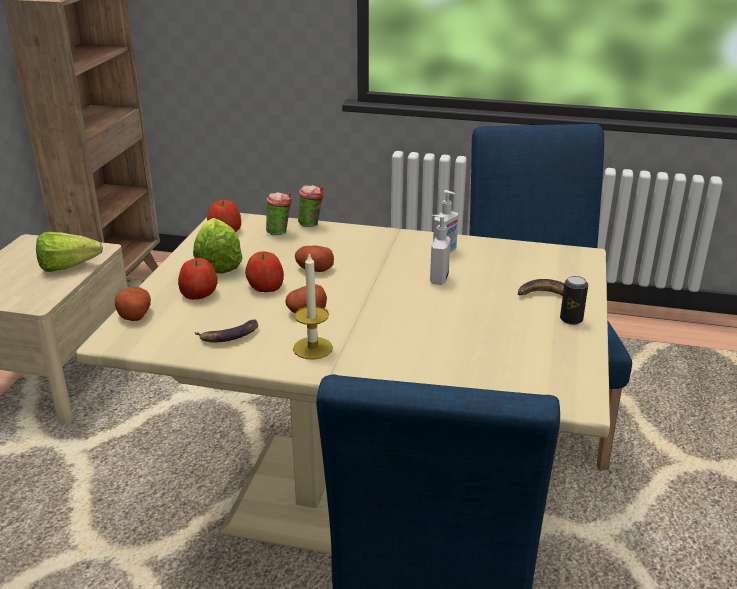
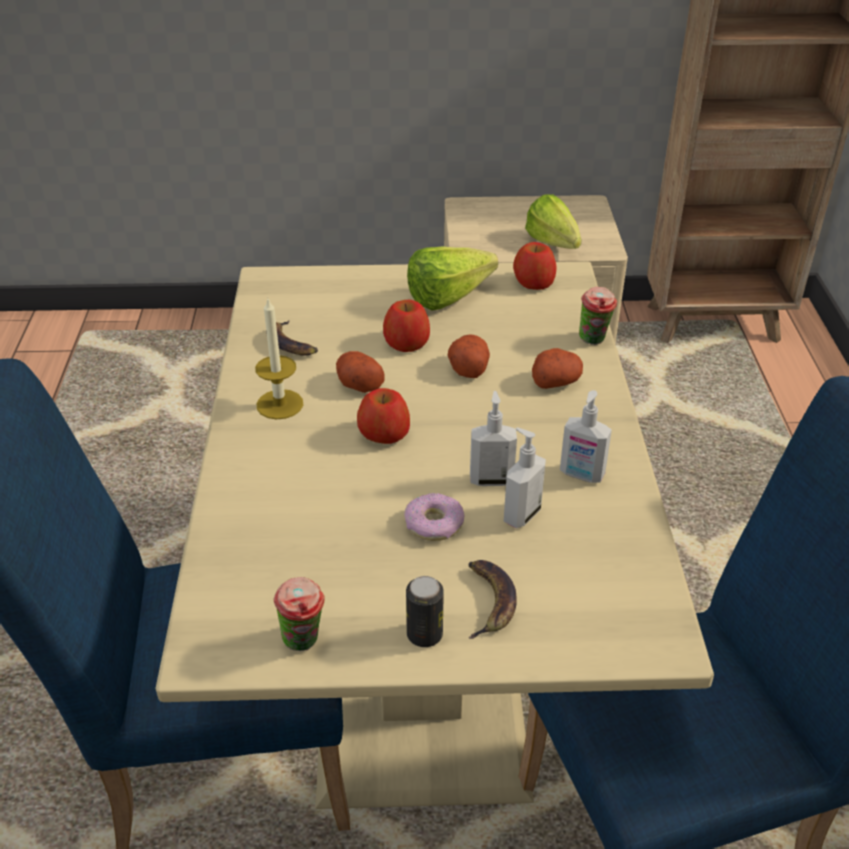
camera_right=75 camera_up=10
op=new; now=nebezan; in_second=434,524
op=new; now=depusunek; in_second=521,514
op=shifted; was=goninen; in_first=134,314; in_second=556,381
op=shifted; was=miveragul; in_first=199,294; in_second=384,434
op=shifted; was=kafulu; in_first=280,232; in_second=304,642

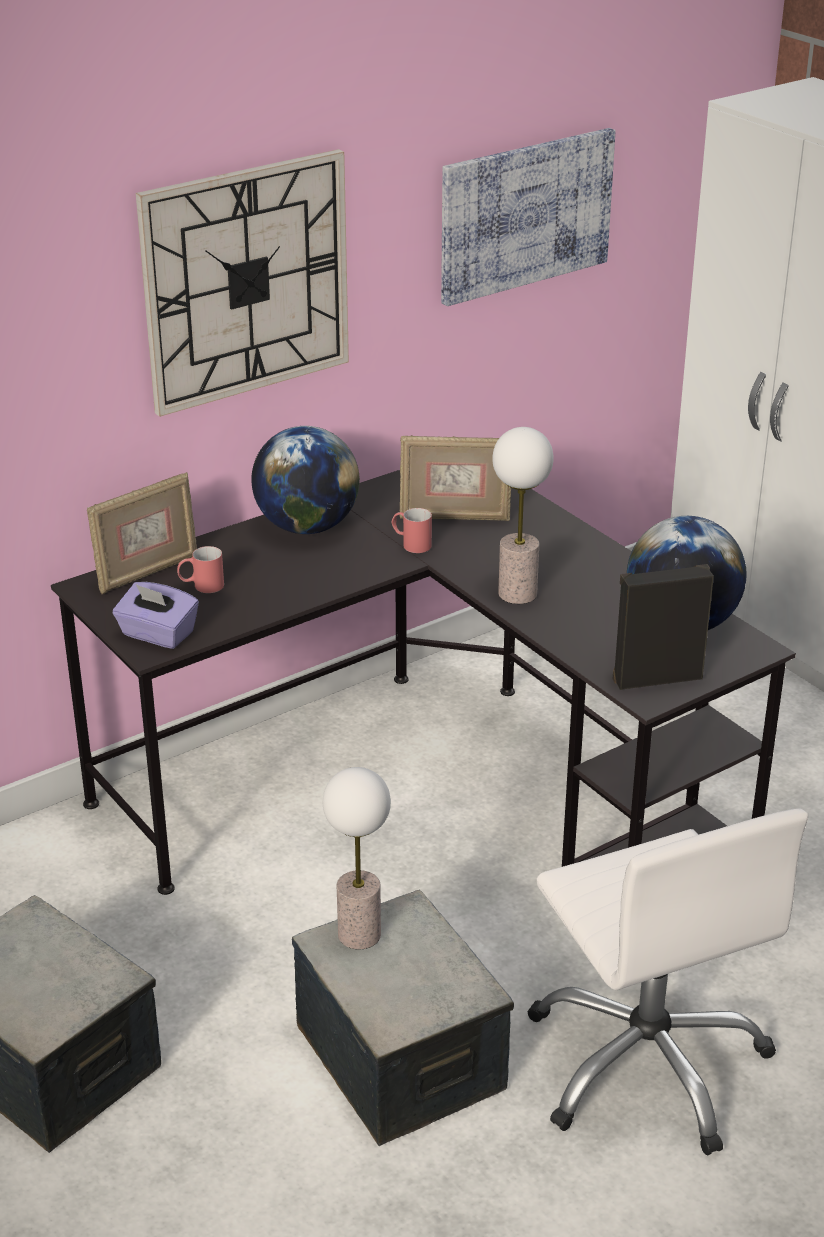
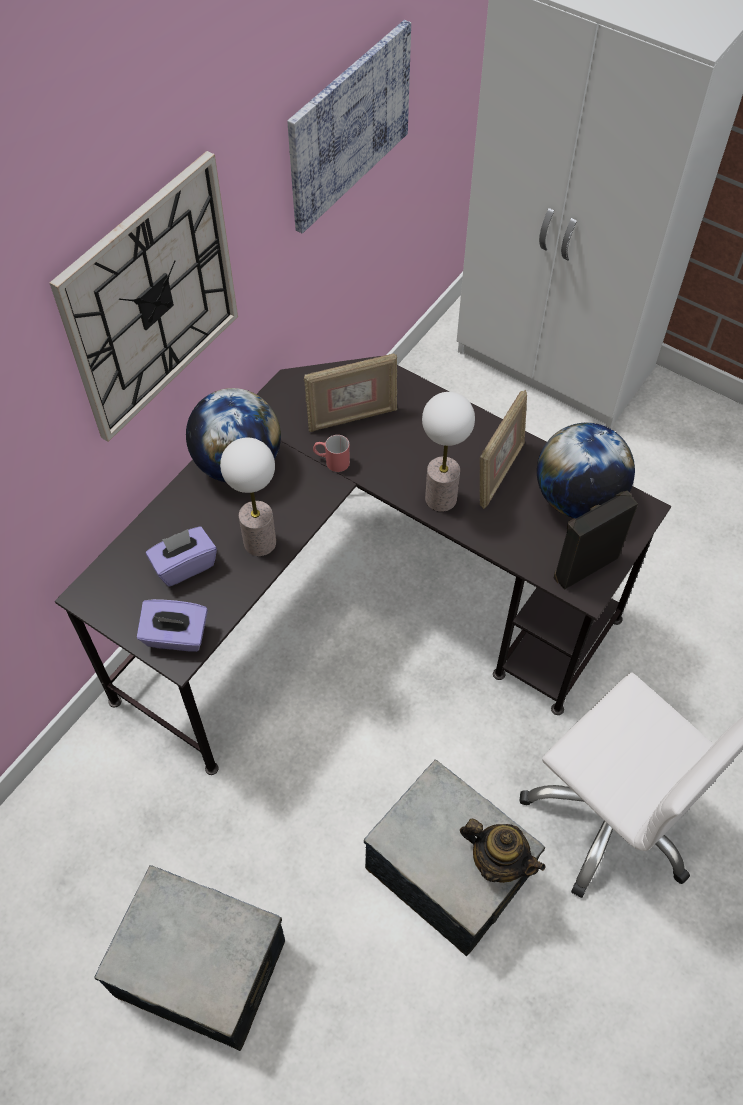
camera_right=-20 camera_up=25
op=new; now=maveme; in_second=498,861
op=shifted; was=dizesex; in_first=147,572; in_second=499,473
op=shifted; was=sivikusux; in_first=359,934; in_second=260,542
op=swapped; was=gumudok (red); now=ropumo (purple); in_first=201,586; in_second=184,565

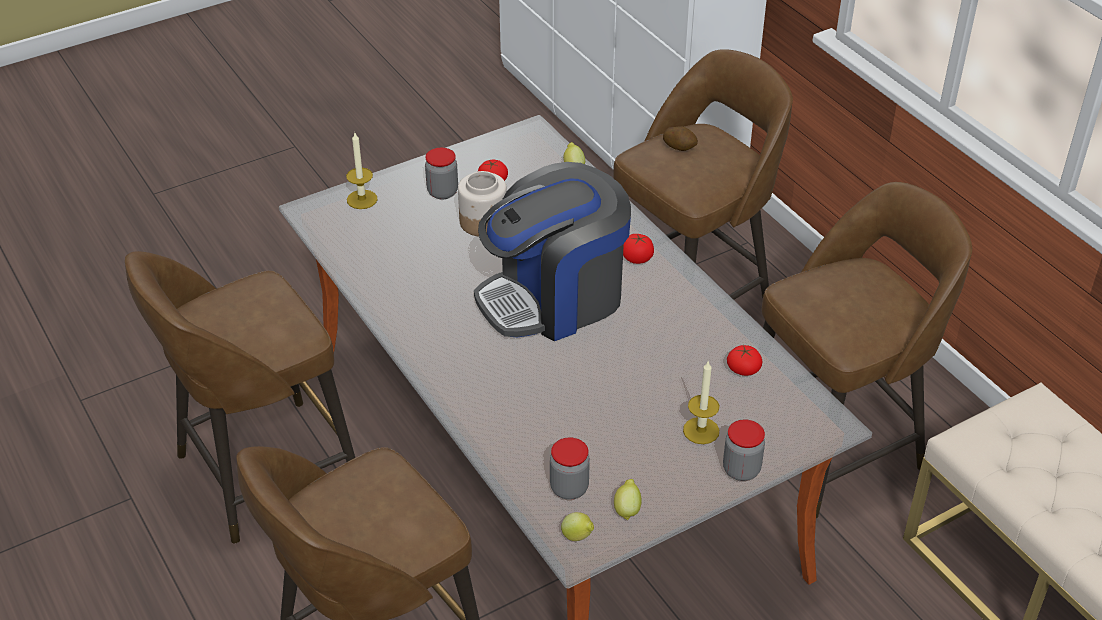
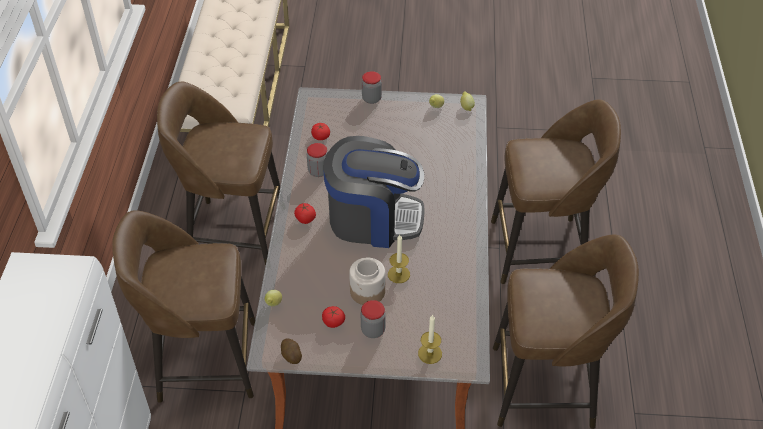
camera_right=-145 camera_up=5
op=shifted; was=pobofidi; in_first=569,488; in_second=318,171
op=shifted; was=goninen; in_first=679,146; in_second=291,355
op=shifted; was=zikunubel; in_first=701,430; in_second=398,274

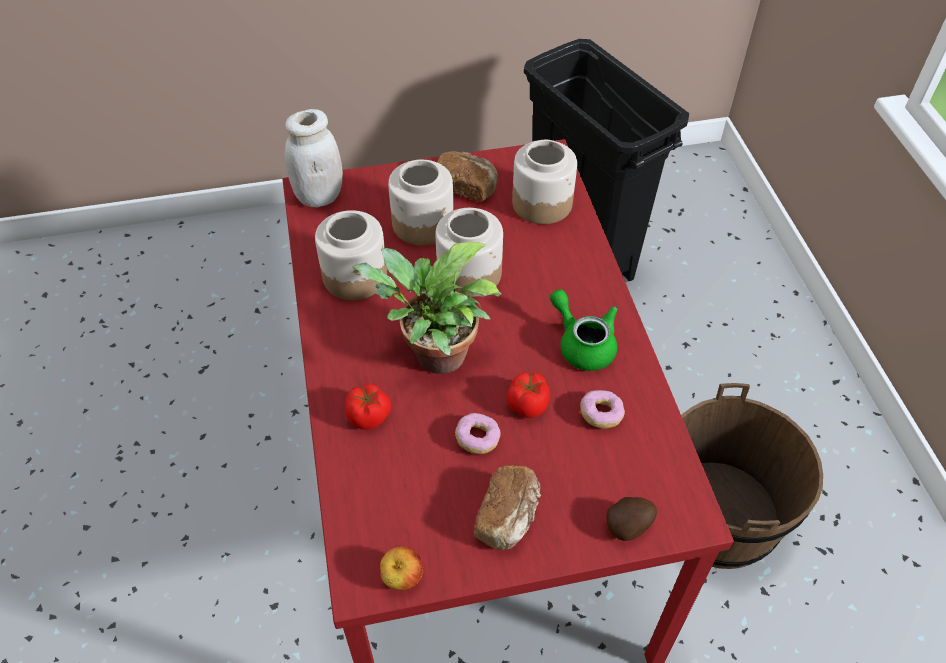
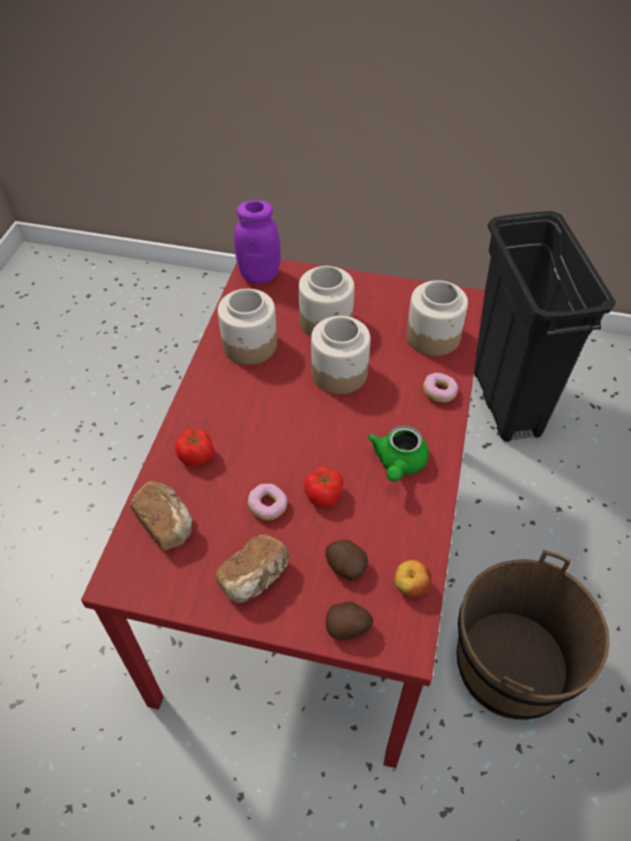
camera_right=25 camera_up=0
op=gone; was=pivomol; in_first=434,357
op=new; now=goninen; in_second=345,566
op=shifted; was=miveragul; in_first=402,578; in_second=410,587
op=shifted; was=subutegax; in_first=466,187; in_second=166,523
op=shifted; was=nebezan; in_first=601,414; in_second=439,393
op=repainted; was=pobofidi (white); now=pobofidi (purple); in_first=319,196; in_second=259,275
op=rotated; was=maveme (green); in_first=582,344; in_second=398,463; clockwise=-150

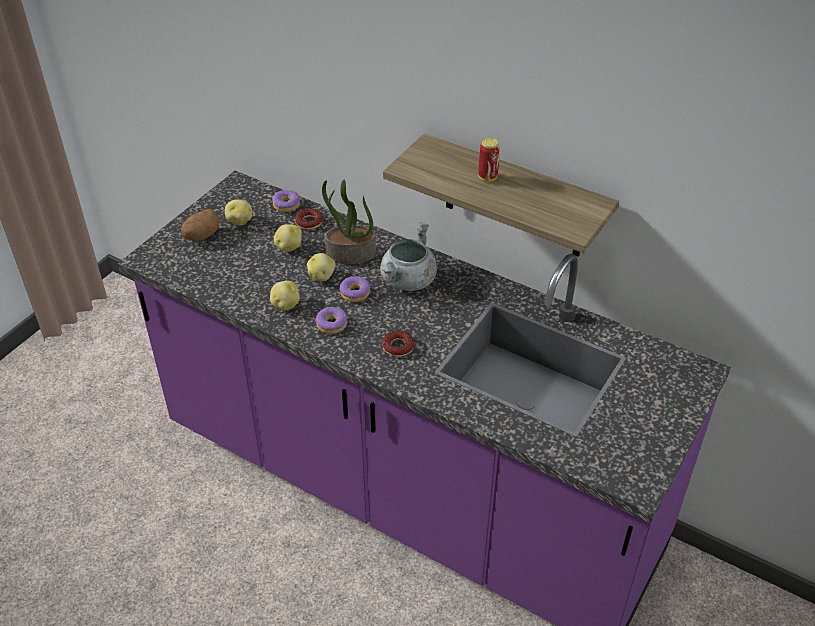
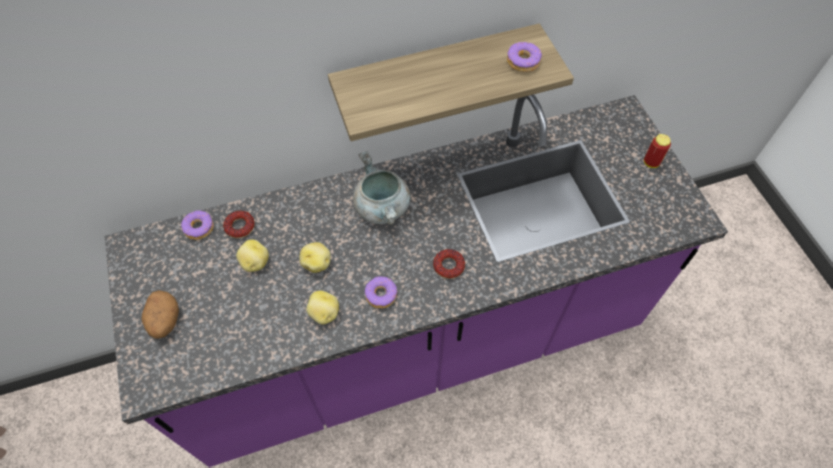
camera_right=-50 camera_up=15
op=gone; was=goninen; in_first=239,221
op=gone; was=pivomol; in_first=350,254
op=shifted; was=nebezan; in_first=355,293; in_second=523,61
op=shifted; was=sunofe; in_first=487,177; in_second=651,162

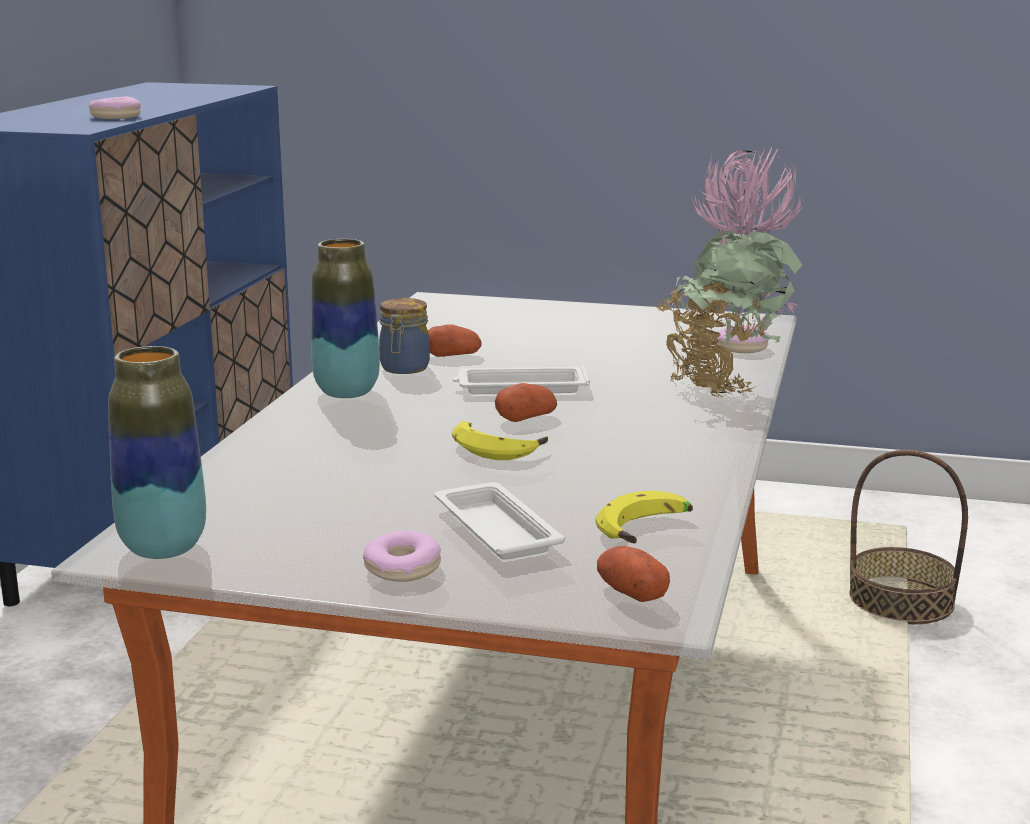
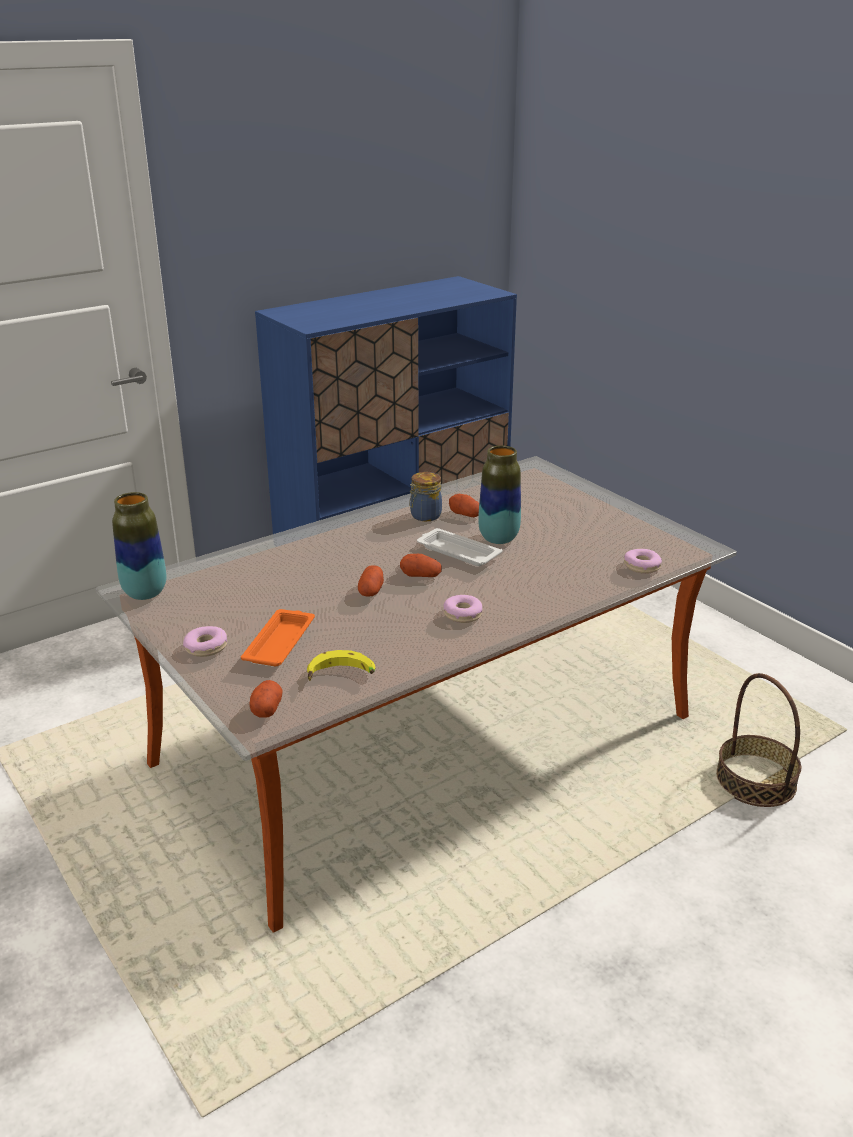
camera_right=40 camera_up=10
op=gone; was=pivomol; in_first=724,385
op=shifted; was=nebezan; in_first=115,117; in_second=462,614
op=shifted; was=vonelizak; in_first=347,392; in_second=498,538
op=swapped; was=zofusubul; now=goninen; in_first=498,448; in_second=371,591
op=repainted; was=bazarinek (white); now=bazarinek (orange); in_first=495,529; in_second=280,642

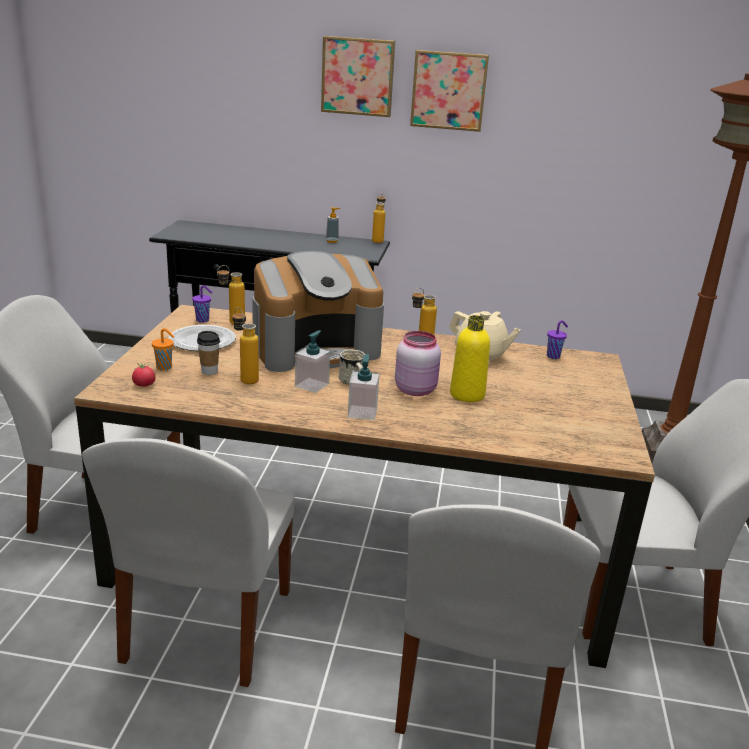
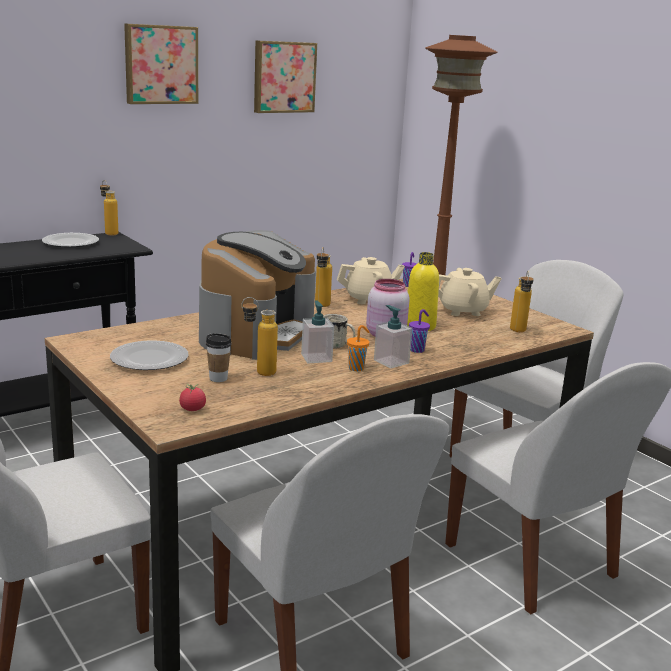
camera_right=-45 camera_up=-5
op=new; now=maveme (beige); in_second=463,311
op=shifted; was=kafulu (orange); in_first=165,368; in_second=357,368
op=shifted; was=kafulu (purple); in_first=203,320; in_second=417,350
op=shifted; was=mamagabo; in_first=231,324; in_second=518,332
op=shifted; was=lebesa; in_first=358,76; in_second=283,77
op=swapped; was=depusunek; now=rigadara; in_first=332,241; in_second=70,243

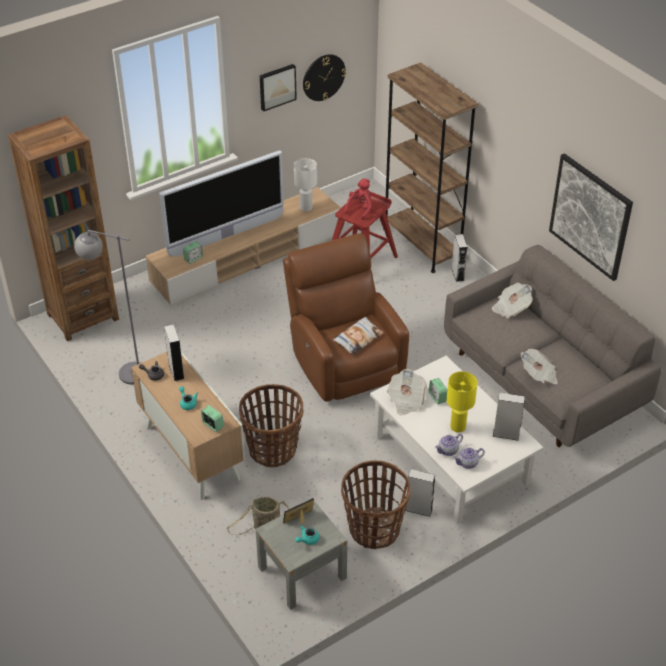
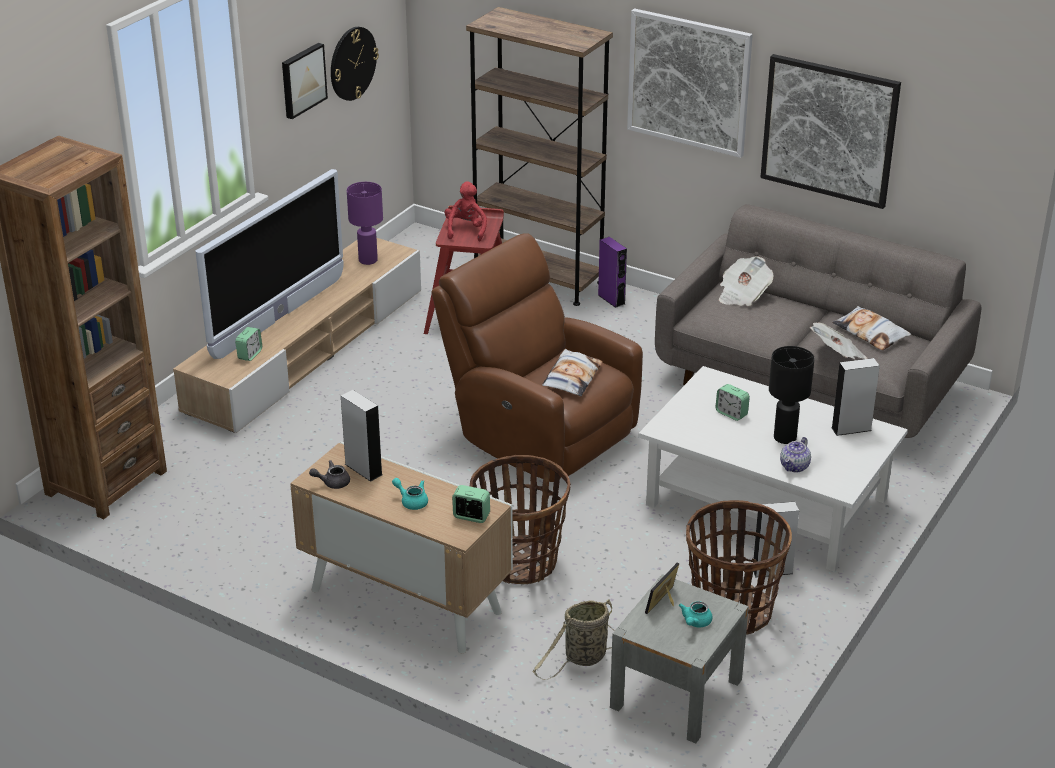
camera_right=-25 camera_up=-10
op=gone; was=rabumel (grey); in_first=123,371
op=gone; was=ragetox; in_first=406,400
op=gone; was=maveme; in_first=468,463
op=new; now=lebesa; in_second=689,82
op=new; now=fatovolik; in_second=871,333
op=repainted; was=sivikusux (white); now=sivikusux (purple); in_first=305,208; in_second=367,260
op=repainted; was=sivikusux (yellow); now=sivikusux (black); in_first=457,427; in_second=784,437
op=repainted; was=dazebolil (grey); now=dazebolil (purple); in_first=457,274; in_second=611,299

